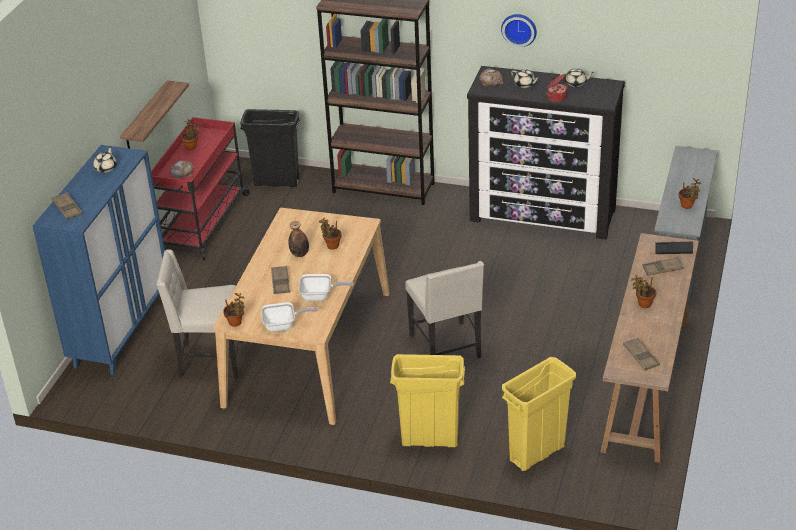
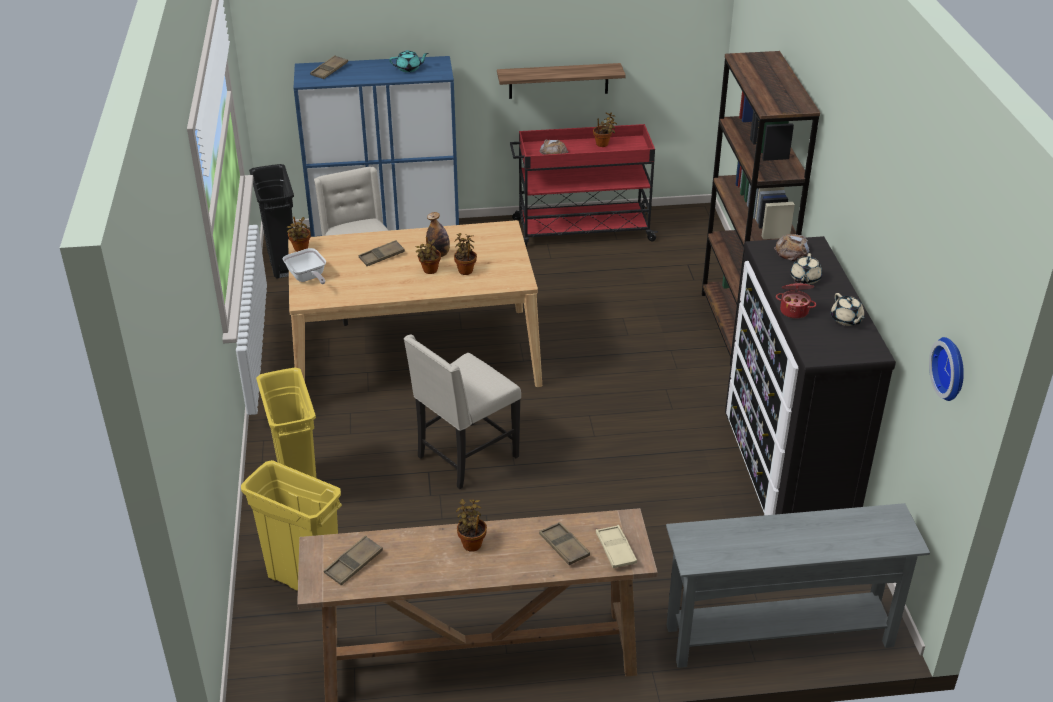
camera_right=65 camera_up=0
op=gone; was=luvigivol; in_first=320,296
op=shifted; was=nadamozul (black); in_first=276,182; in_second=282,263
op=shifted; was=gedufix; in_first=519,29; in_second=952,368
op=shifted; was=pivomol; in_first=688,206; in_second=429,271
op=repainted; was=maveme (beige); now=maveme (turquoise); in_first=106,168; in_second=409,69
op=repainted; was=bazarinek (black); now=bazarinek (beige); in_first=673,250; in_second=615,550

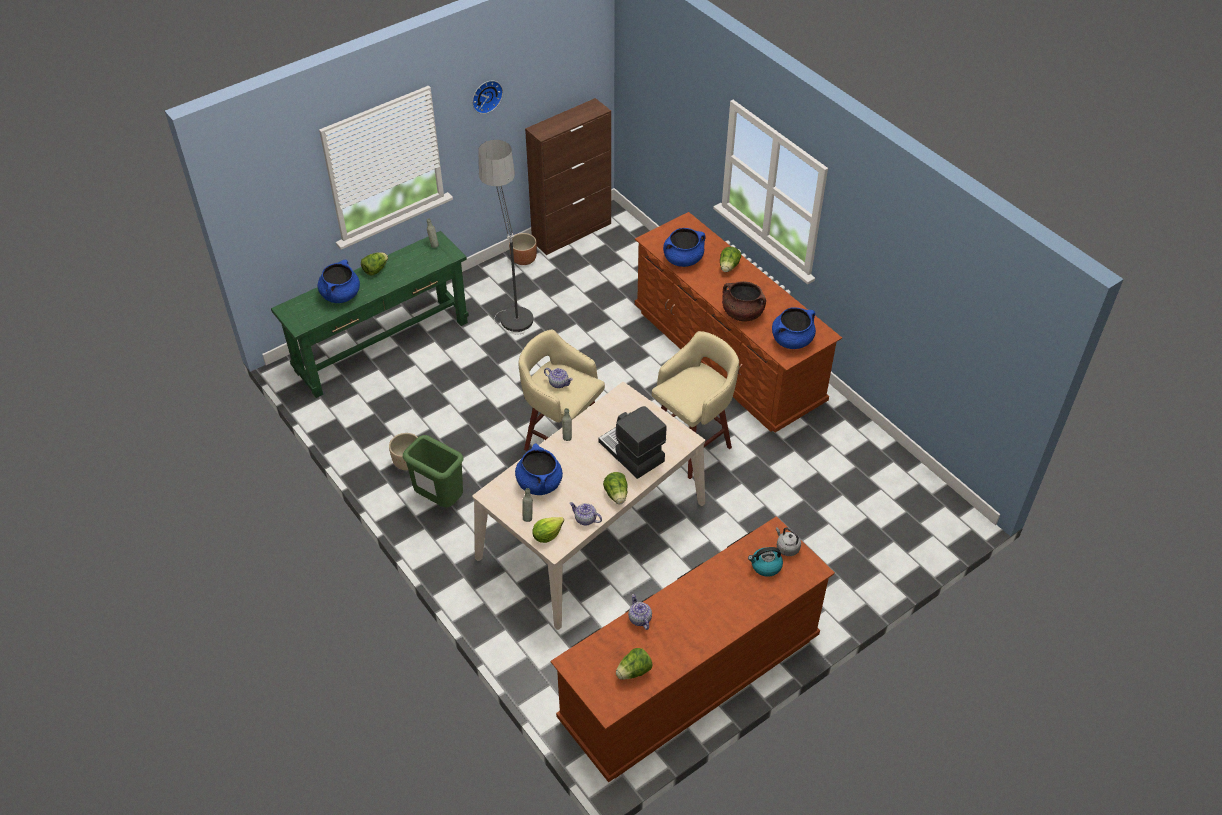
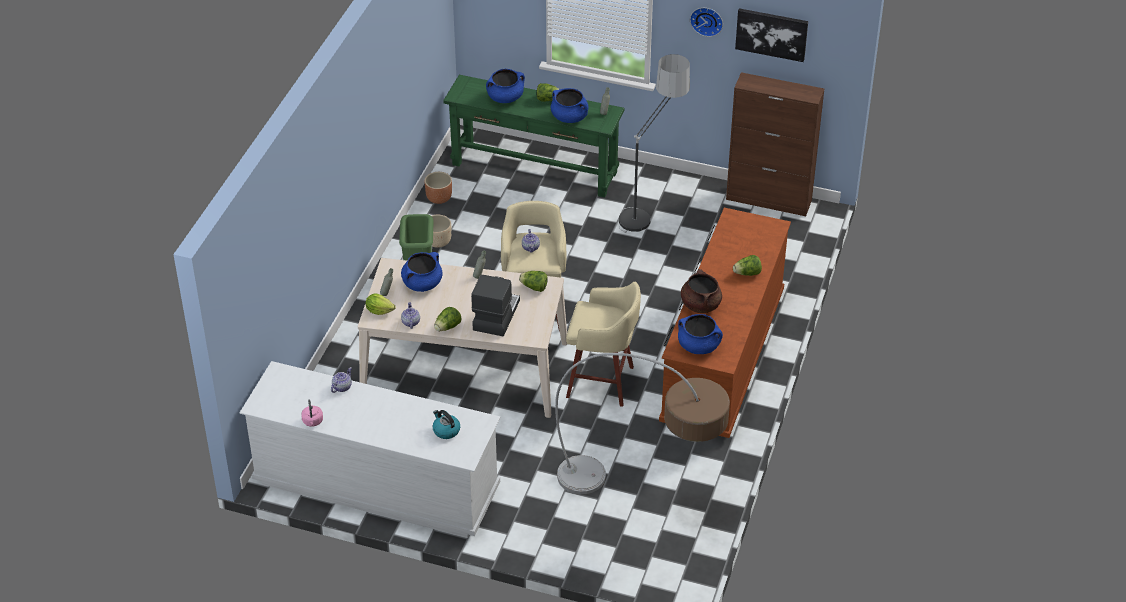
camera_right=55 camera_up=-5
op=gone; was=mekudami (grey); in_first=786,547
op=new; now=mekudami (pink); in_second=312,422
op=new; now=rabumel; in_second=645,494
op=new; now=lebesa; in_second=771,34
op=shifted; was=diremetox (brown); in_first=524,259; in_second=439,198
op=shifted; was=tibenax; in_first=634,671; in_second=534,287
op=shifted; was=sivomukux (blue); in_first=683,259; in_second=569,117
op=repainted; was=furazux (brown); now=furazux (white); in_first=690,679; in_second=377,485

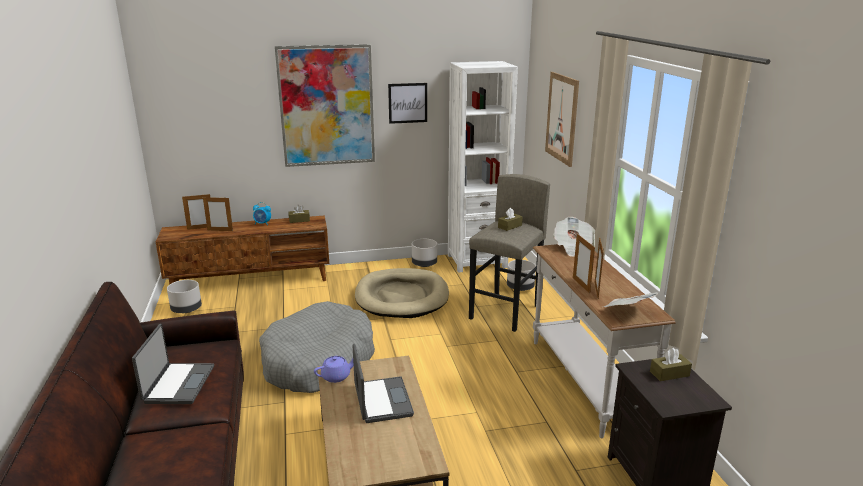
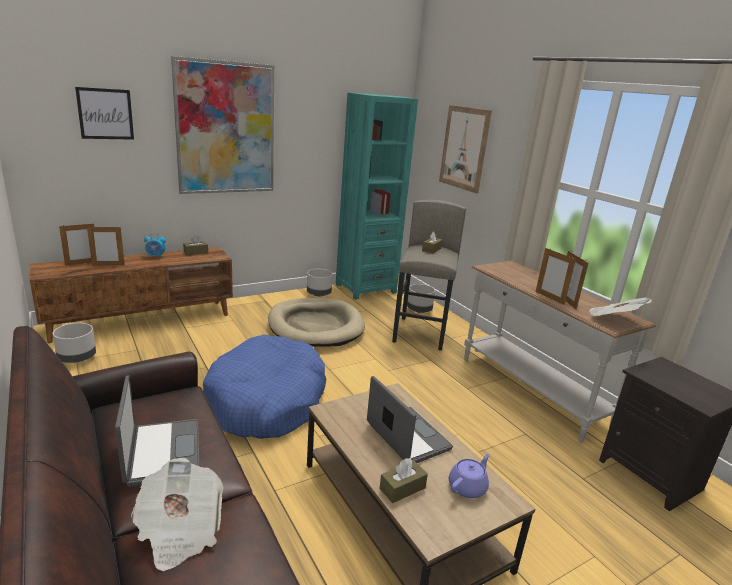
camera_right=-20 camera_up=0
op=shifted; was=maveme (purple); in_first=336,376; in_second=468,487
op=shifted; was=lebesa; in_first=408,103; in_second=105,114
op=shifted; was=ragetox; in_first=573,248; in_second=179,530
op=shifted; was=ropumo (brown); in_first=669,374; in_second=402,488
op=repainted; was=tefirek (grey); now=tefirek (blue); in_first=318,361; in_second=266,401
op=repainted; was=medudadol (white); now=medudadol (turquoise); in_first=477,261; in_second=365,288

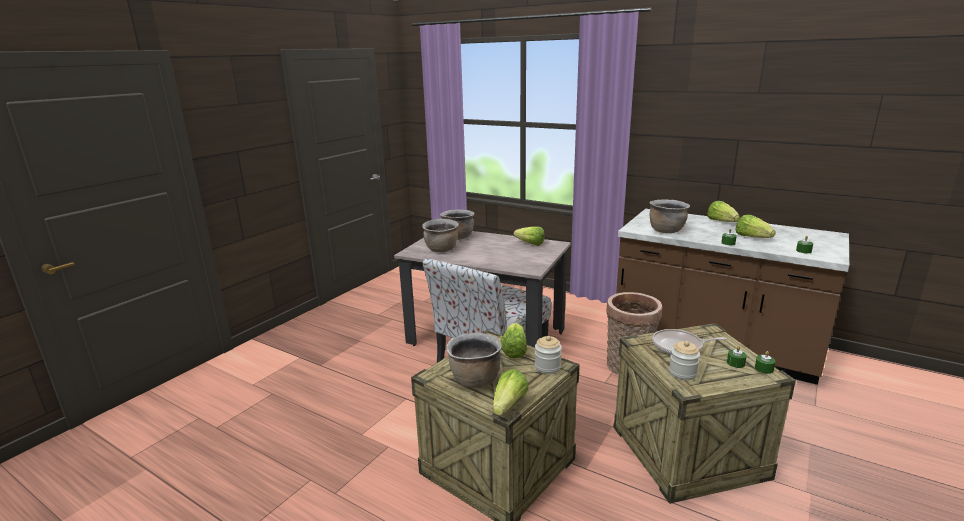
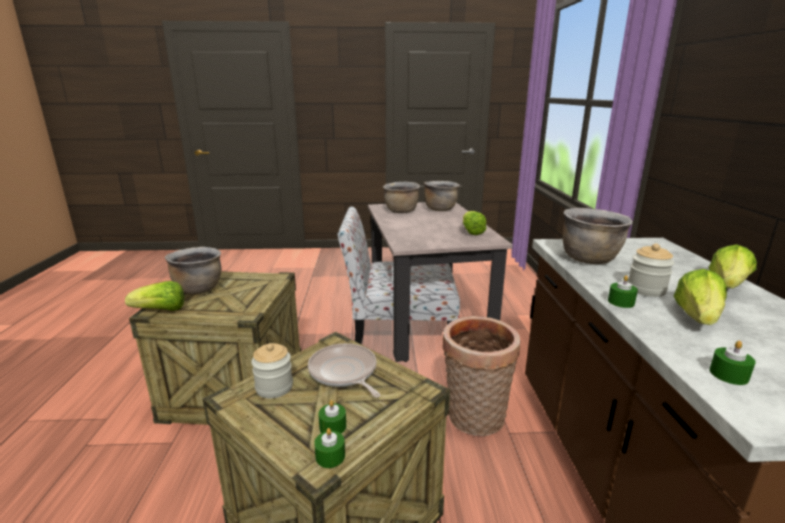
camera_right=55 camera_up=0
op=gone; was=tibenax; in_first=514,350
op=shifted; was=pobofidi; in_first=547,367; in_second=646,290

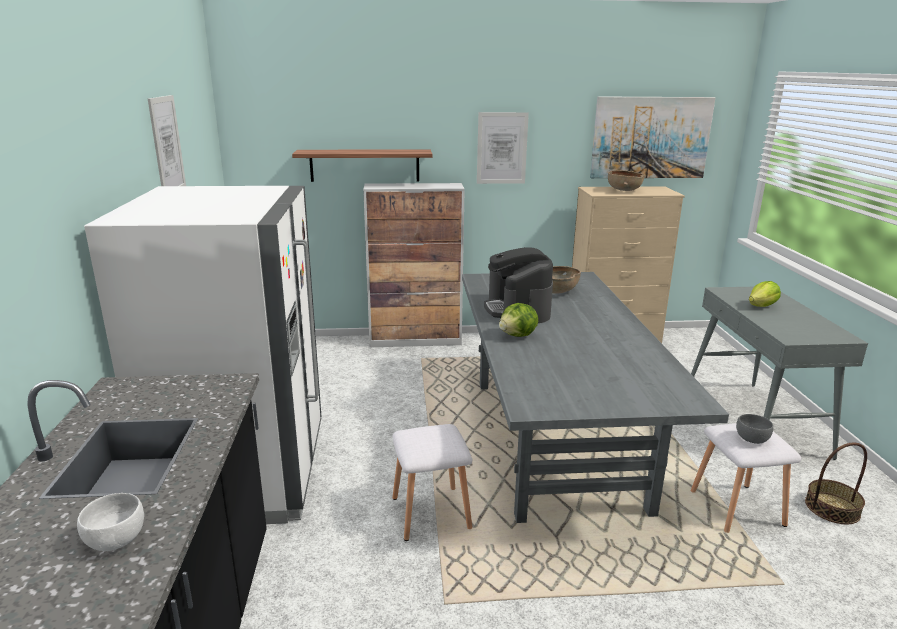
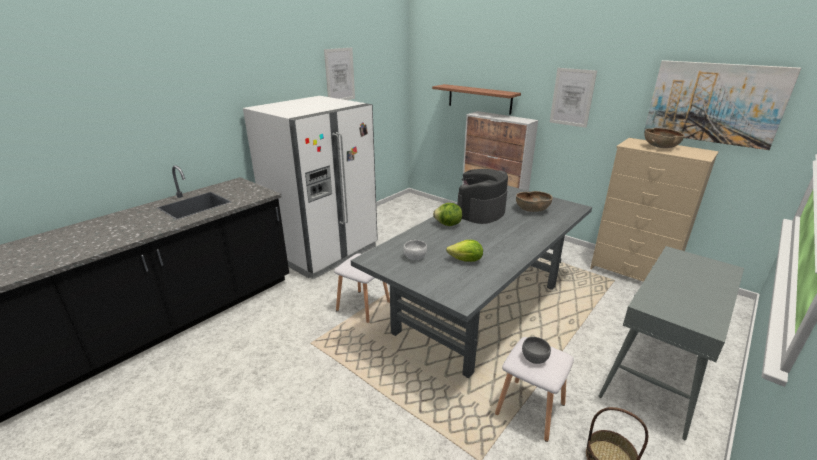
camera_right=45 camera_up=5
op=shifted; was=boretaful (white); in_first=115,540; in_second=414,257
op=shifted; was=tibenax; in_first=762,306; in_second=466,260

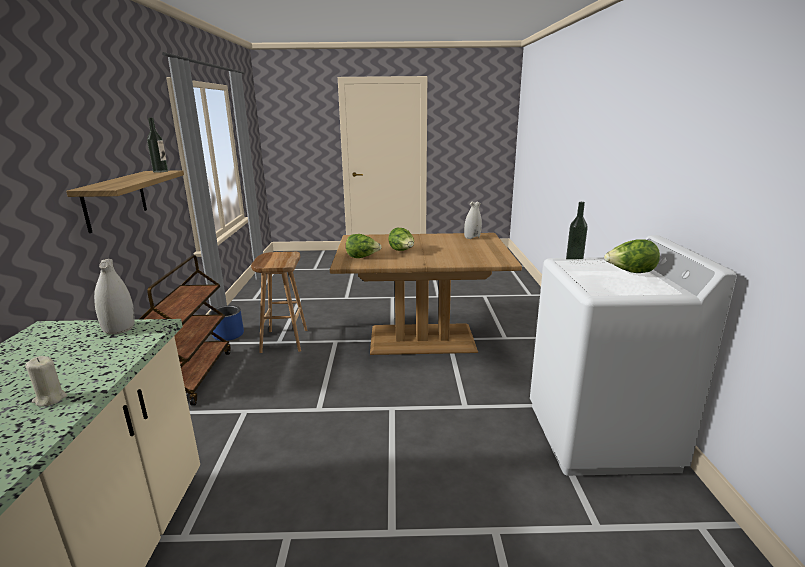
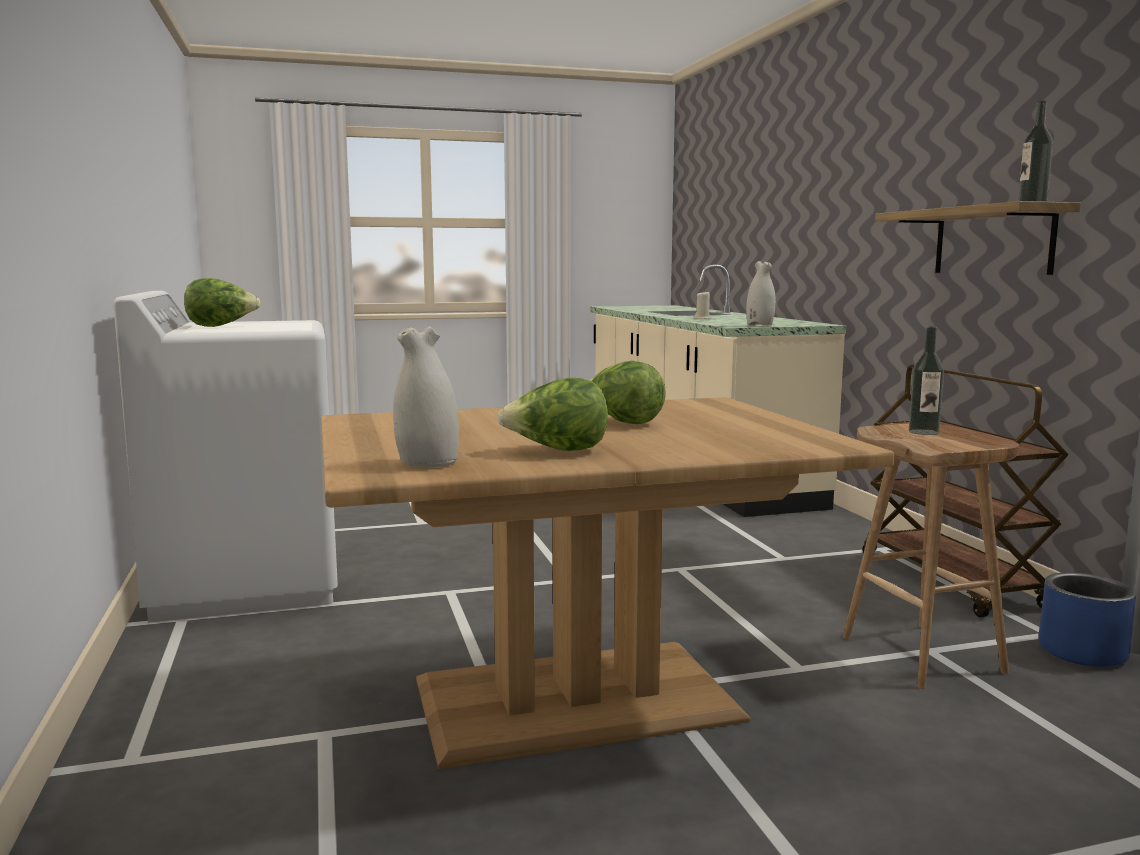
camera_right=165 camera_up=-10
op=shifted; was=tibenax; in_first=362,257; in_second=557,451
op=shifted; was=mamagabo; in_first=574,261; in_second=923,432

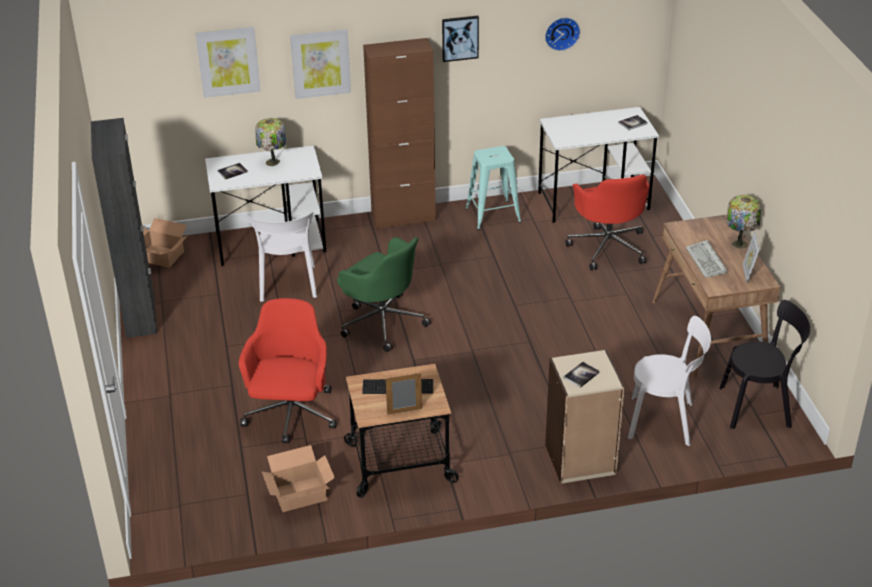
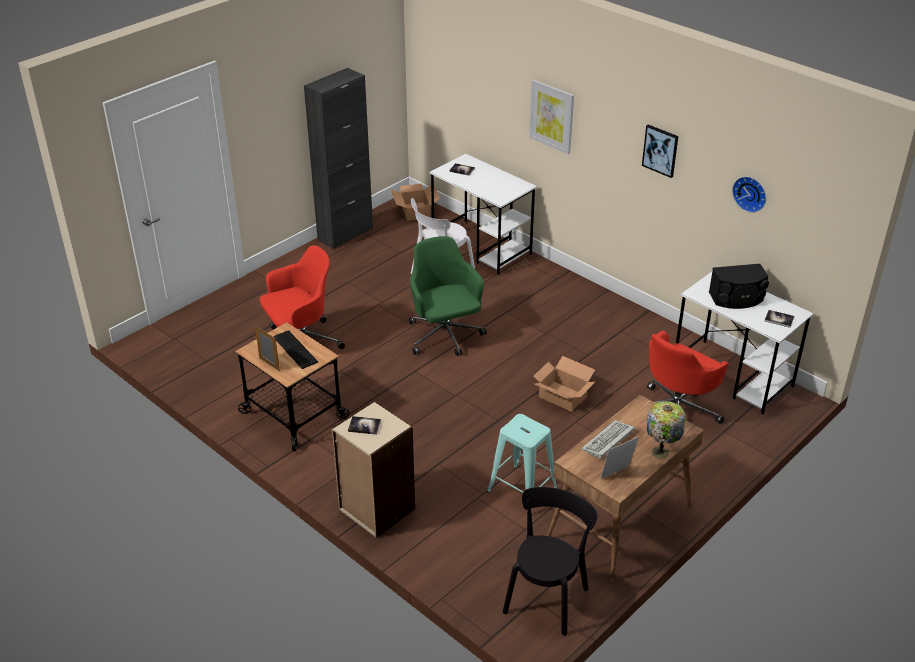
camera_right=55 camera_up=0
op=gone; was=lebesa; in_first=228,61
op=gone; was=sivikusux; in_first=273,163
op=gone; was=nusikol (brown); in_first=403,218
op=gone; was=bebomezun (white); in_first=665,421
op=new; now=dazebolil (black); in_second=737,299
op=shifted; was=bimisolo; in_first=300,494; in_second=563,396
op=shifted; was=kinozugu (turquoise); in_first=493,215; in_second=522,490
op=rotated; was=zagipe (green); in_first=382,321; in_second=445,336; clockwise=150
op=rotated; was=bebomezun (black); in_first=759,407; in_second=547,597; clockwise=-120

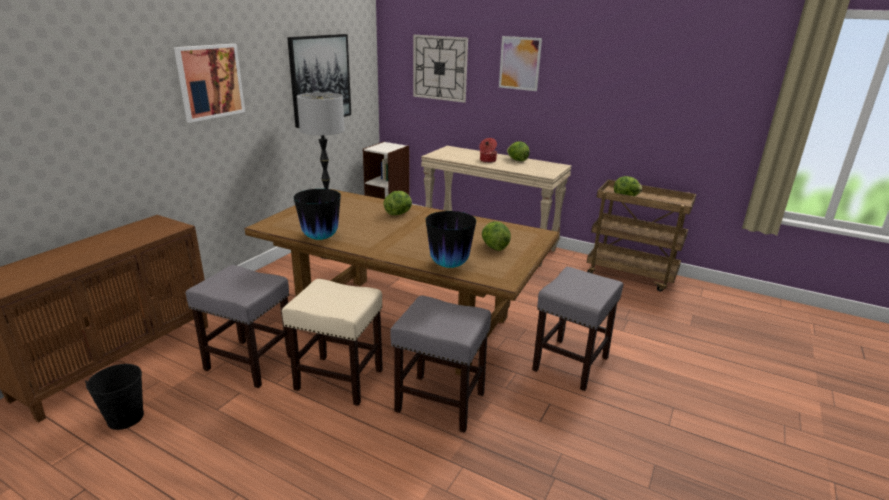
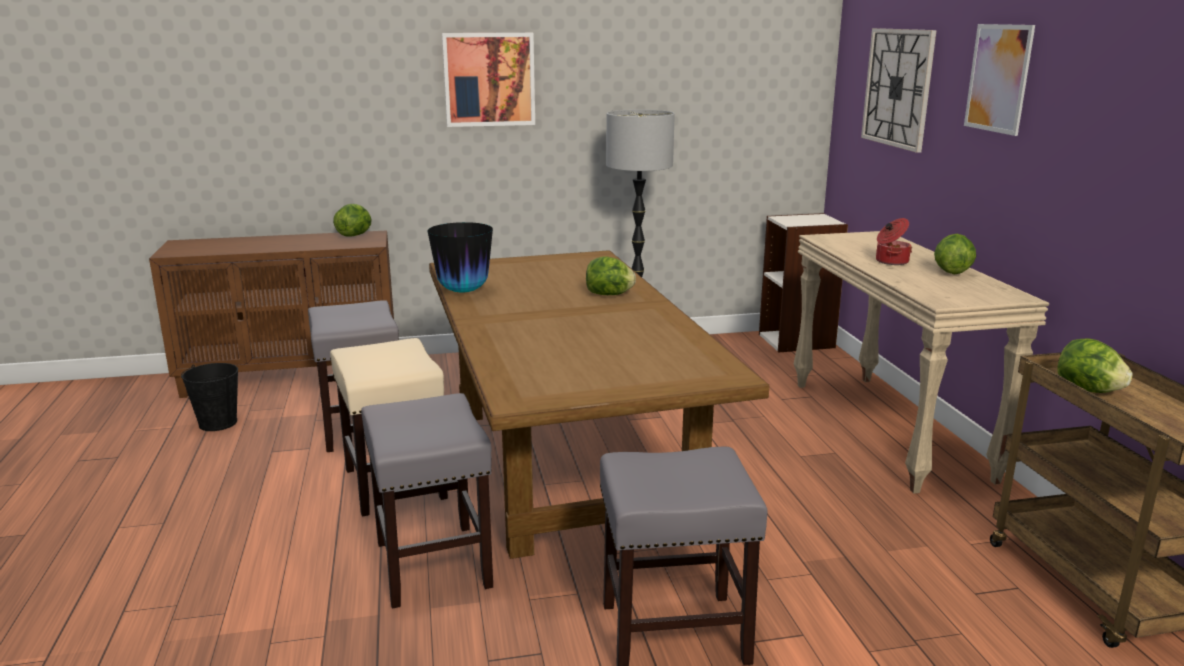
camera_right=50 camera_up=-5
op=gone; was=lebesa; in_first=320,79
op=gone; was=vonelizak; in_first=449,265
op=shifted; was=tibenax; in_first=494,247; in_second=355,235

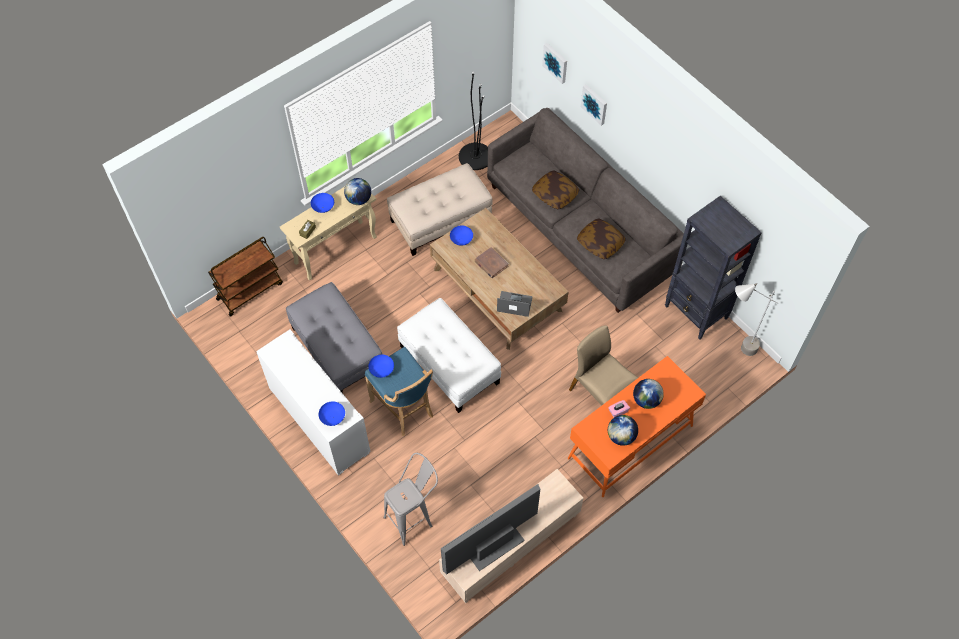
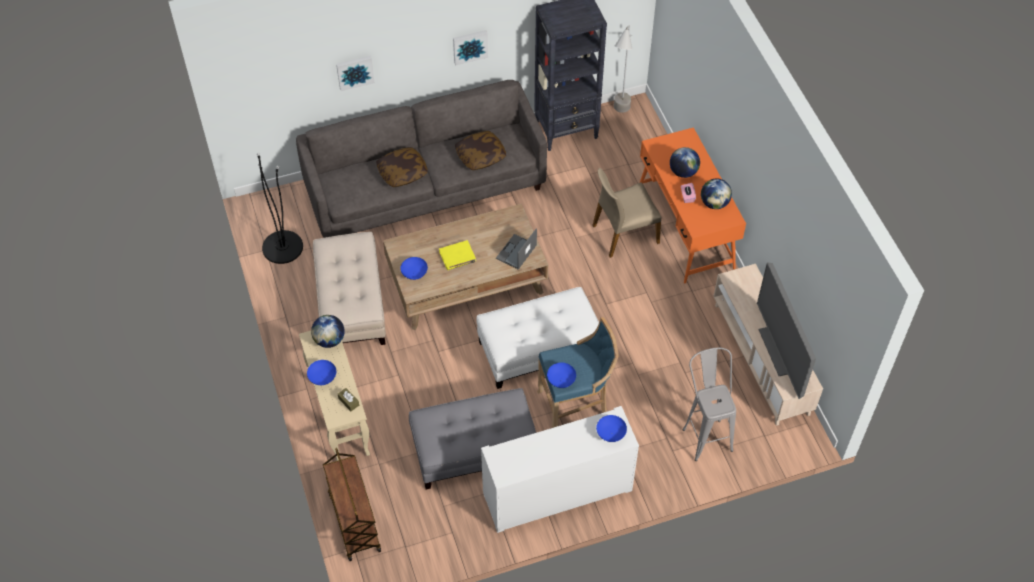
camera_right=-70 camera_up=-5
op=shifted; was=lebesa; in_first=556,62; in_second=470,46
op=repainted; was=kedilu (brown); now=kedilu (yellow); in_first=491,264; in_second=457,257

